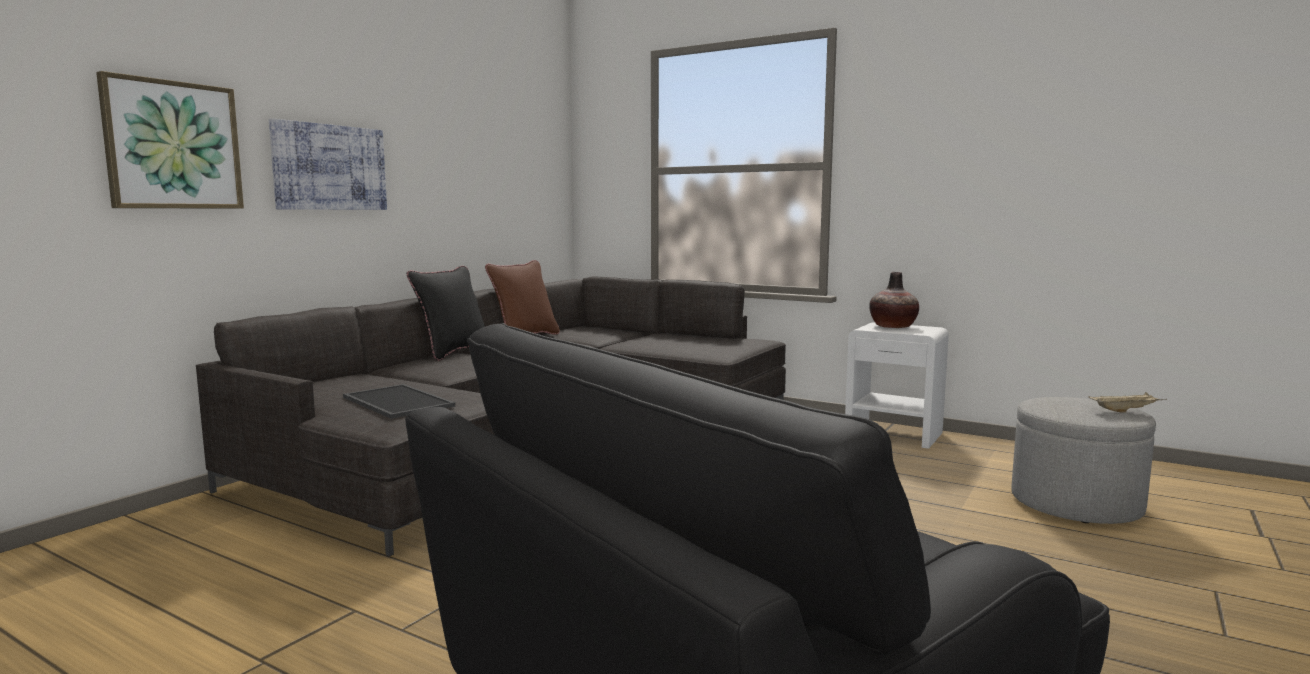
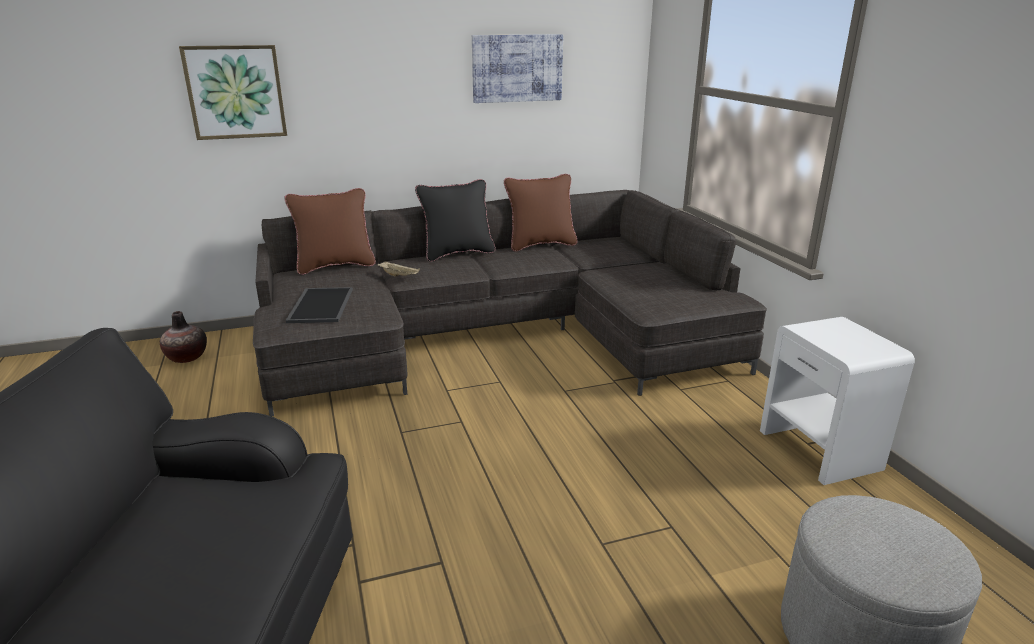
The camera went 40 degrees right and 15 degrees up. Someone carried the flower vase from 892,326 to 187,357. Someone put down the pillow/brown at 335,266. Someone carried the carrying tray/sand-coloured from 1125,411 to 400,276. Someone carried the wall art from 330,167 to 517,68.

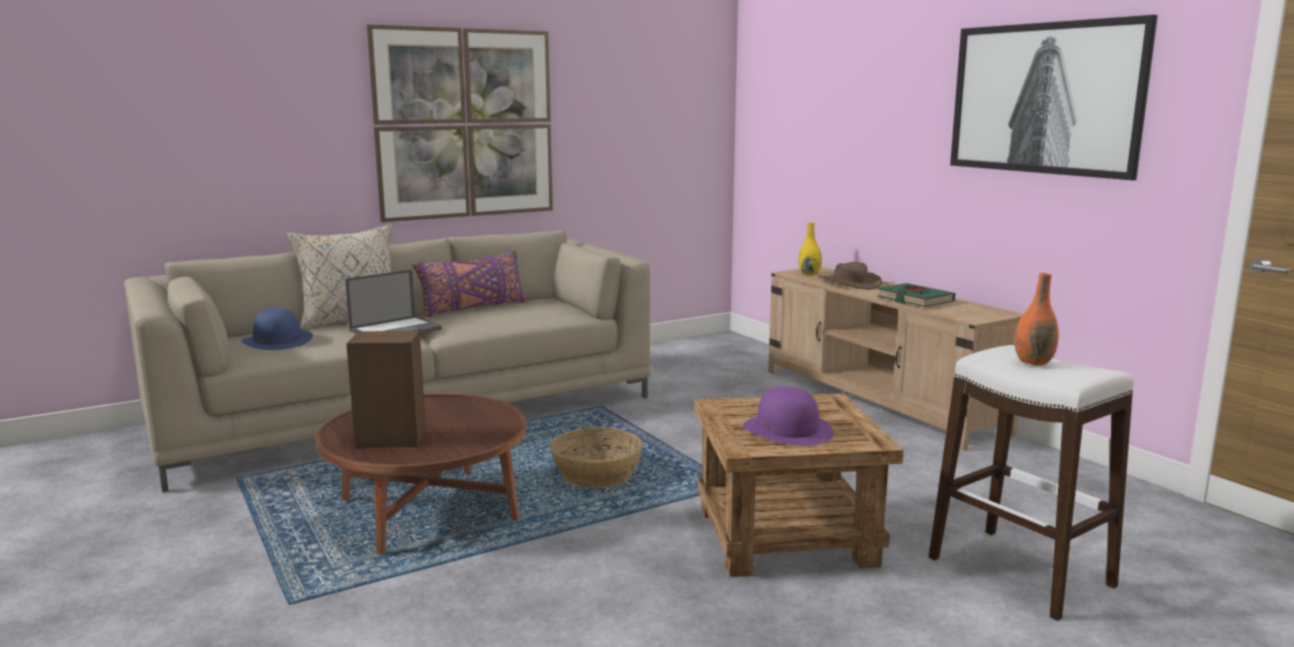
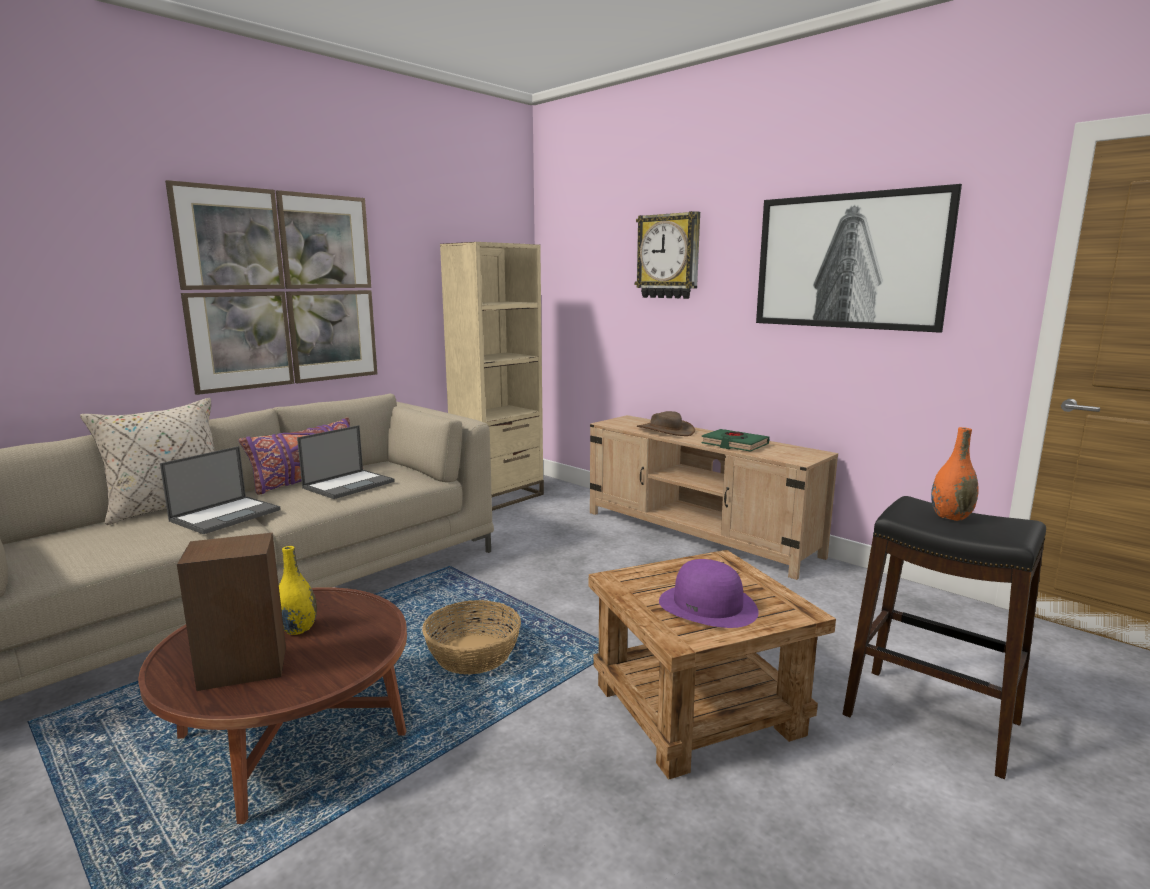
The camera went 15 degrees left and 0 degrees up. Someone carried the flower vase/yellow from 809,274 to 298,629. Someone put down the portable computer at 349,484. Someone put down the bookshelf/sand-coloured at 498,497. Someone put up the hanging clock at 668,256. Someone repainted the stool seat/whitish at 1021,572, which became the stool seat/black at 931,719. Someone took away the clothing hat/blue-coloured at 277,341.

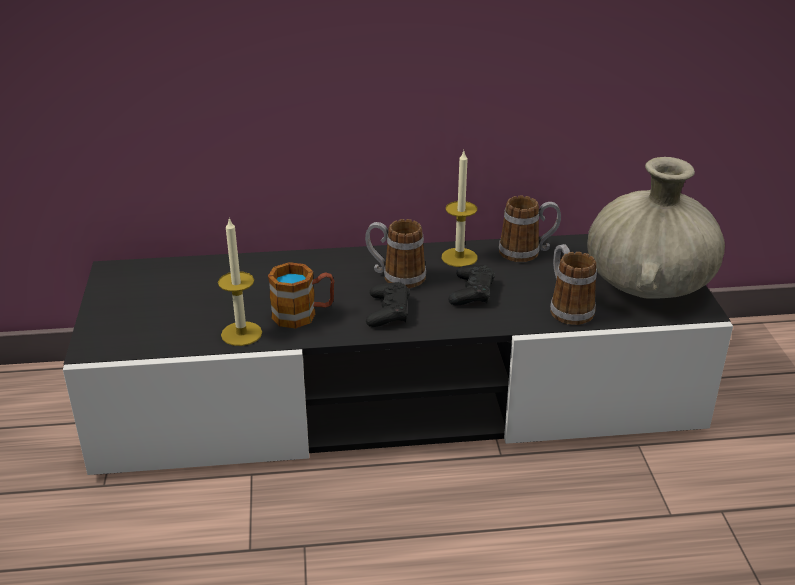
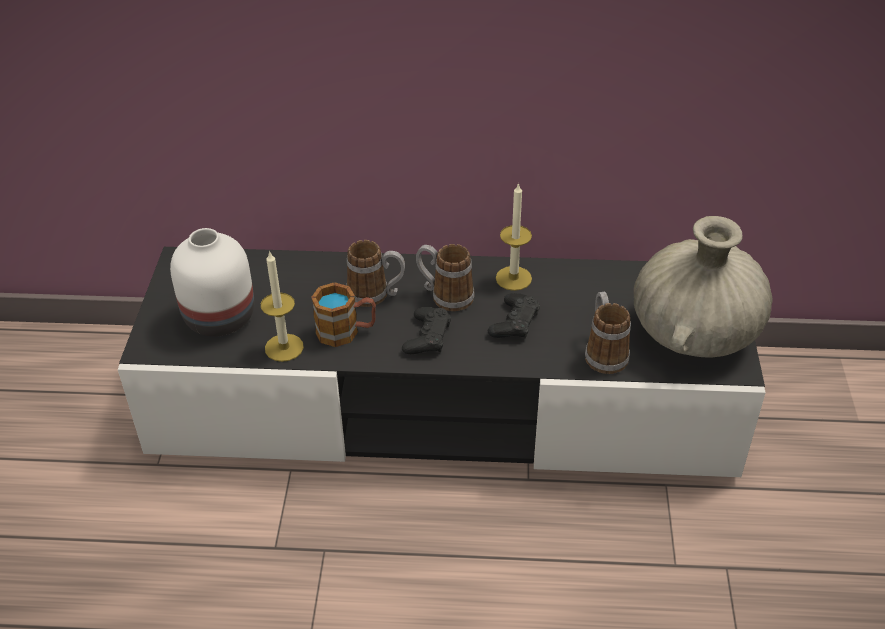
The camera went 10 degrees right and 10 degrees up. Someone put down the flower vase/whitish at 217,318. Someone carried the mug from 527,252 to 376,295.

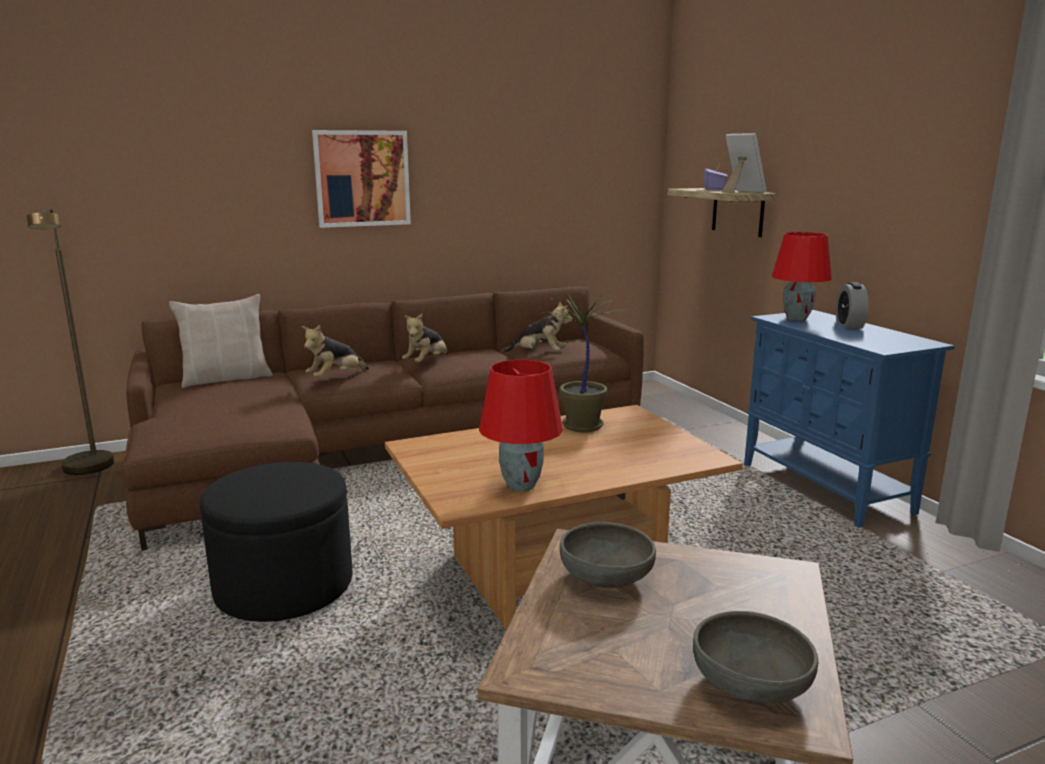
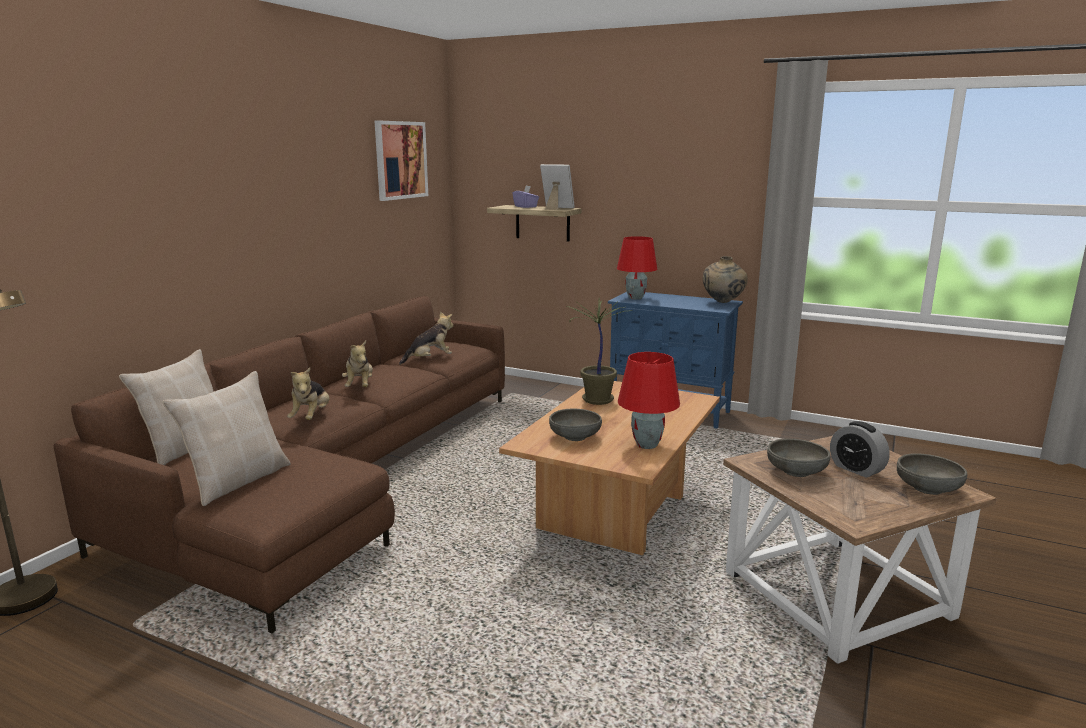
The camera went 40 degrees left and 0 degrees up. Someone put down the pillow/sand-coloured at 237,481. Someone carried the wall art from 362,178 to 400,160. Someone put down the bowl/greyish at 575,437. Someone put down the flower vase/sand-coloured at 723,303. Someone carried the bedside clock from 849,325 to 856,469. Someone took away the footrest/black at 284,586.

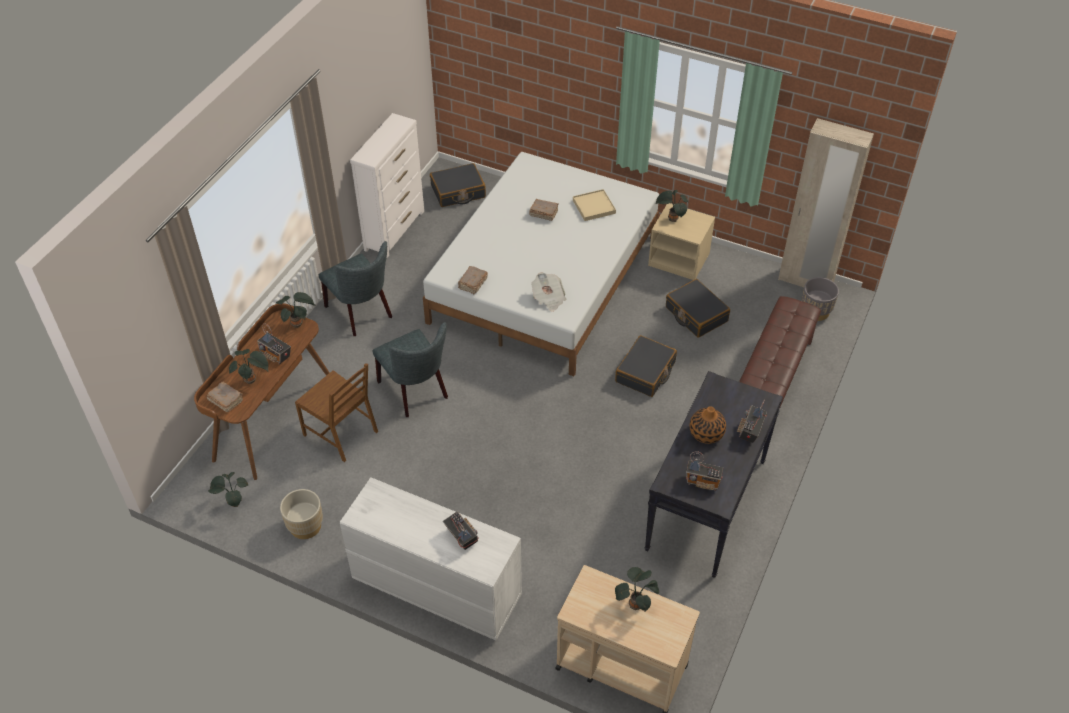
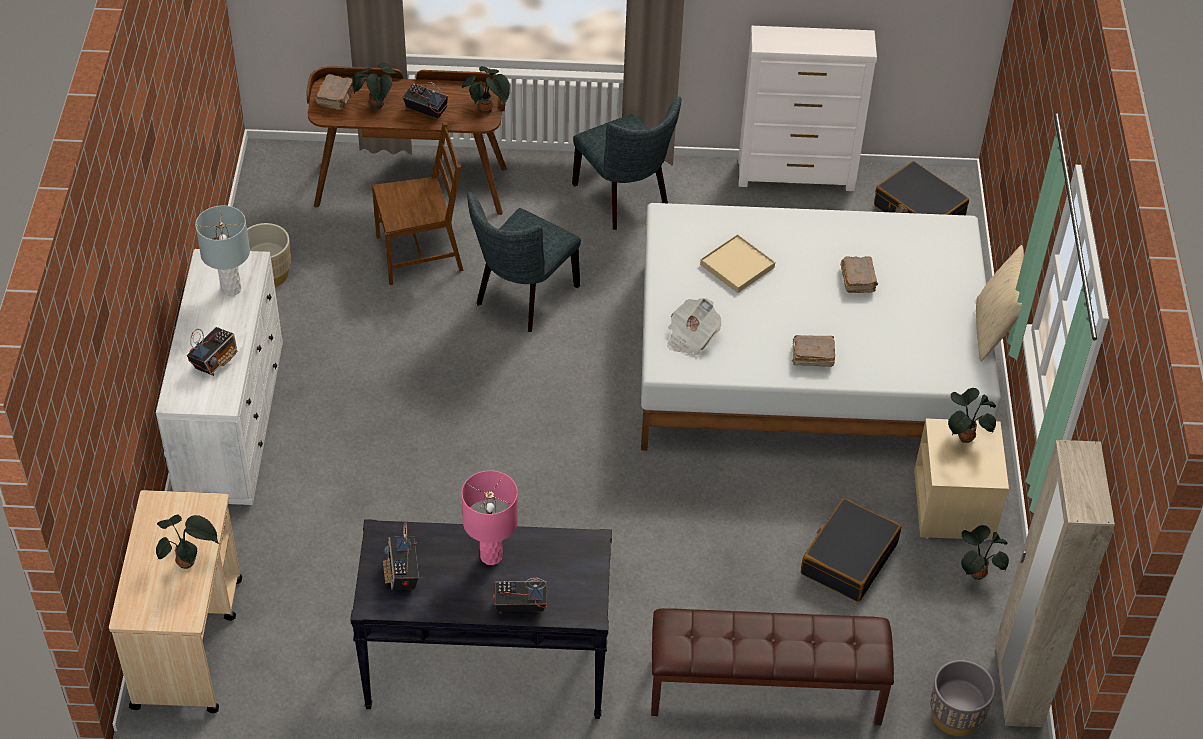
The camera went 65 degrees right and 0 degrees up. Someone put down the table lamp/greyish at 230,289. Someone rotated the plain chair/brown at 342,433 by 120 degrees counterclockwise. Someone rotated the radio set at 276,355 by 105 degrees clockwise. Someone swapped the flower vase at 706,433 for the table lamp/pinkish at 491,556. Someone rotated the plain chair/greyish at 362,313 by 60 degrees counterclockwise. Someone carried the carrying tray/sand-coloured from 594,207 to 737,266. Someone carried the book/brown from 472,284 to 812,356. Someone carried the potted plant from 233,503 to 976,572. Someone put down the pillow/sand-coloured at 993,330. Someone took away the piece of luggage/black at 645,372.

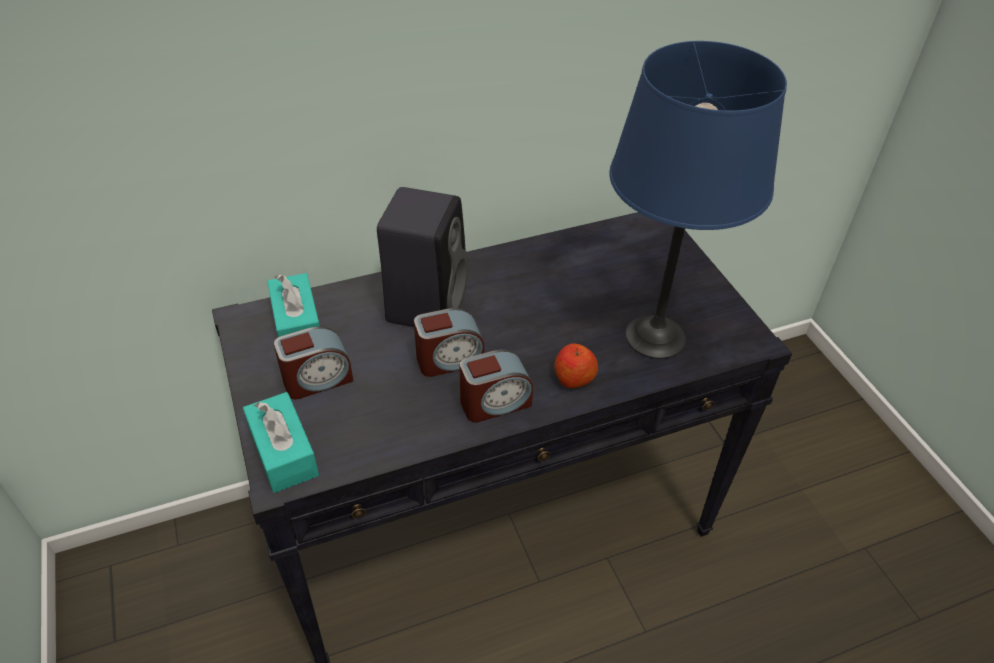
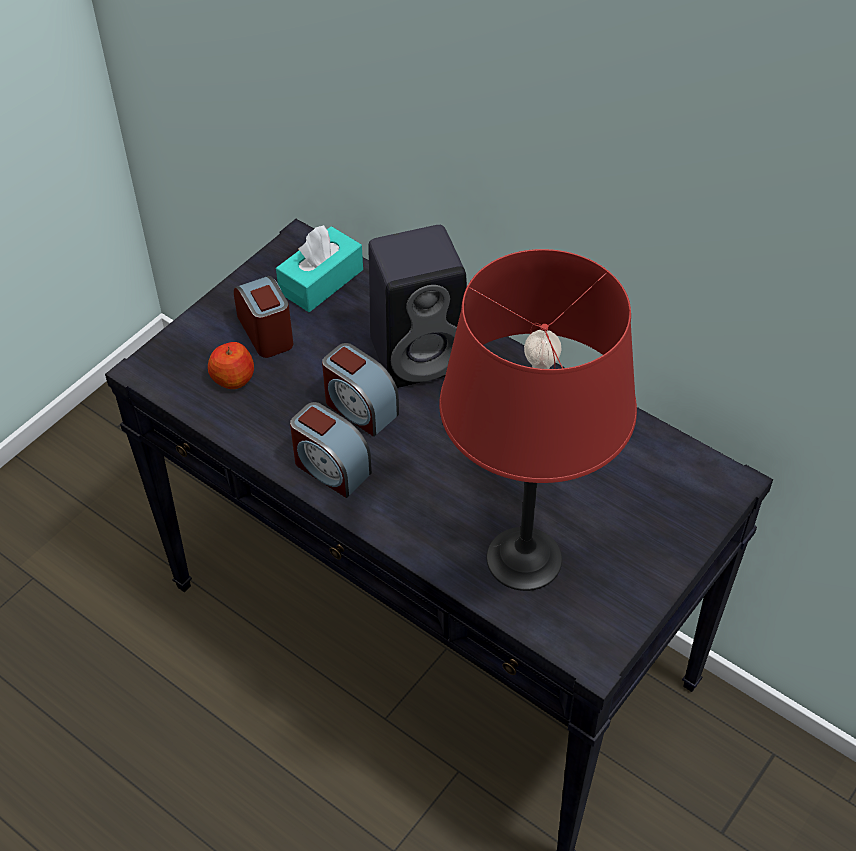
The camera went 60 degrees right and 5 degrees up. Someone carried the apple from 574,377 to 233,378. Someone rotated the bedside clock at 317,379 by 150 degrees counterclockwise. Someone repainted the table lamp/blue-coloured at 654,337, which became the table lamp/red at 524,558. Someone took away the box of tissues/turquoise at 283,452.

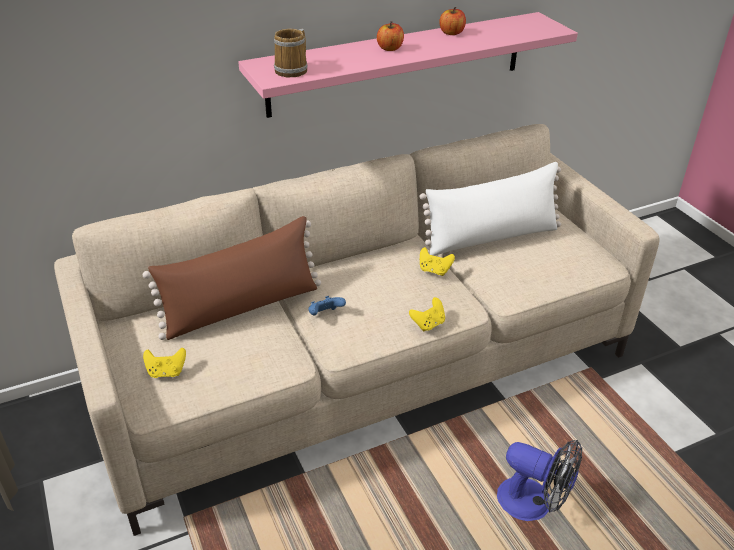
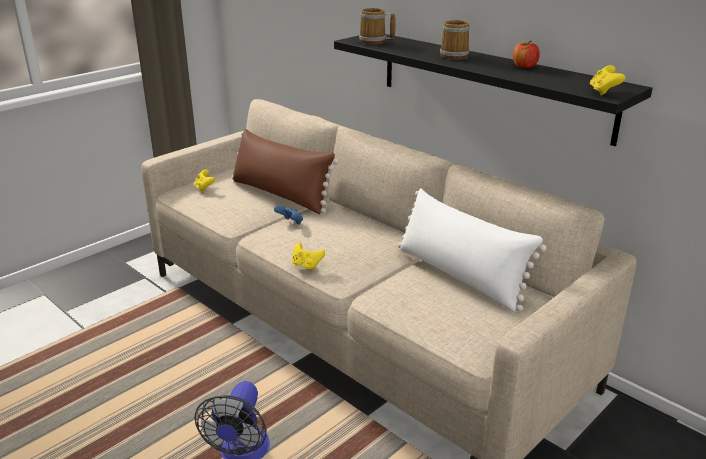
The camera went 70 degrees right and 10 degrees down. Someone repainted the shelf/pinkish at 398,63, which became the shelf/black at 490,84. Someone swapped the apple at 390,48 for the mug at 454,55. Someone carried the game controller/yellow from 434,270 to 603,92.

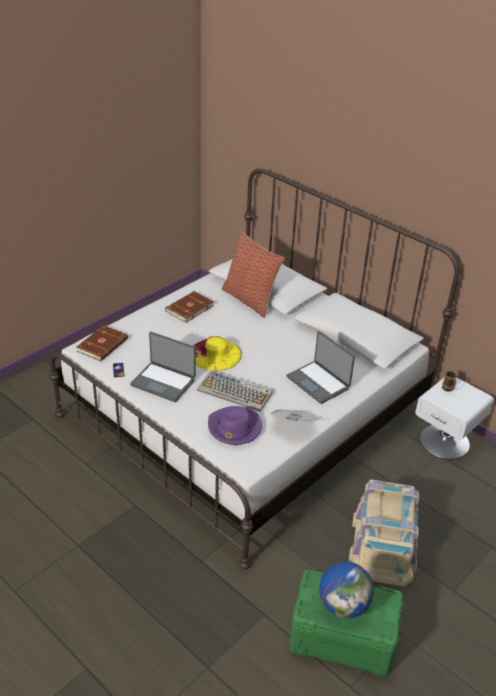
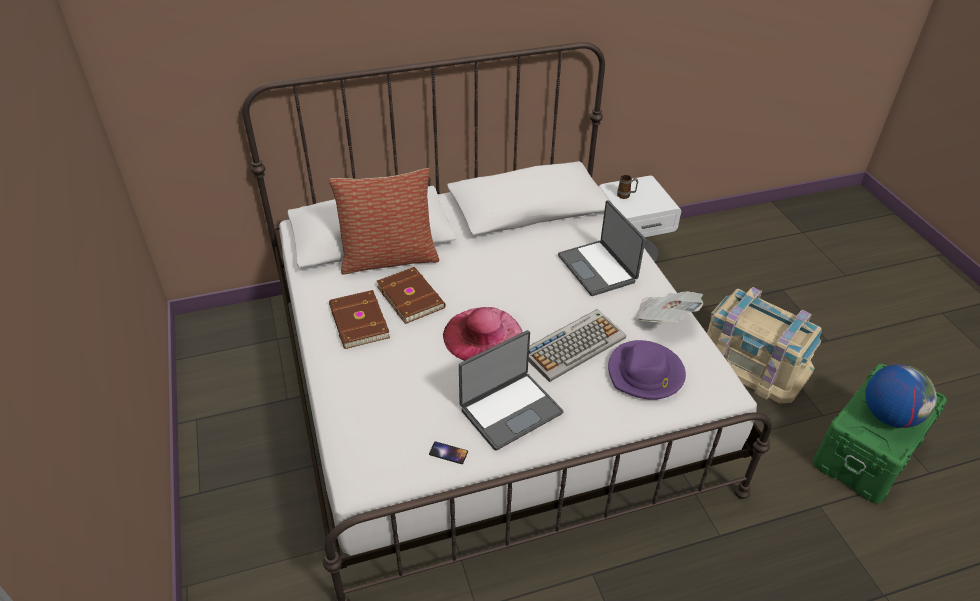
The camera went 60 degrees left and 5 degrees up. Someone carried the book/brown from 103,345 to 411,296. Someone repainted the clothing hat/yellow at 215,354, which became the clothing hat/pinkish at 483,335. Someone rotated the portable computer at 319,382 by 75 degrees clockwise.

